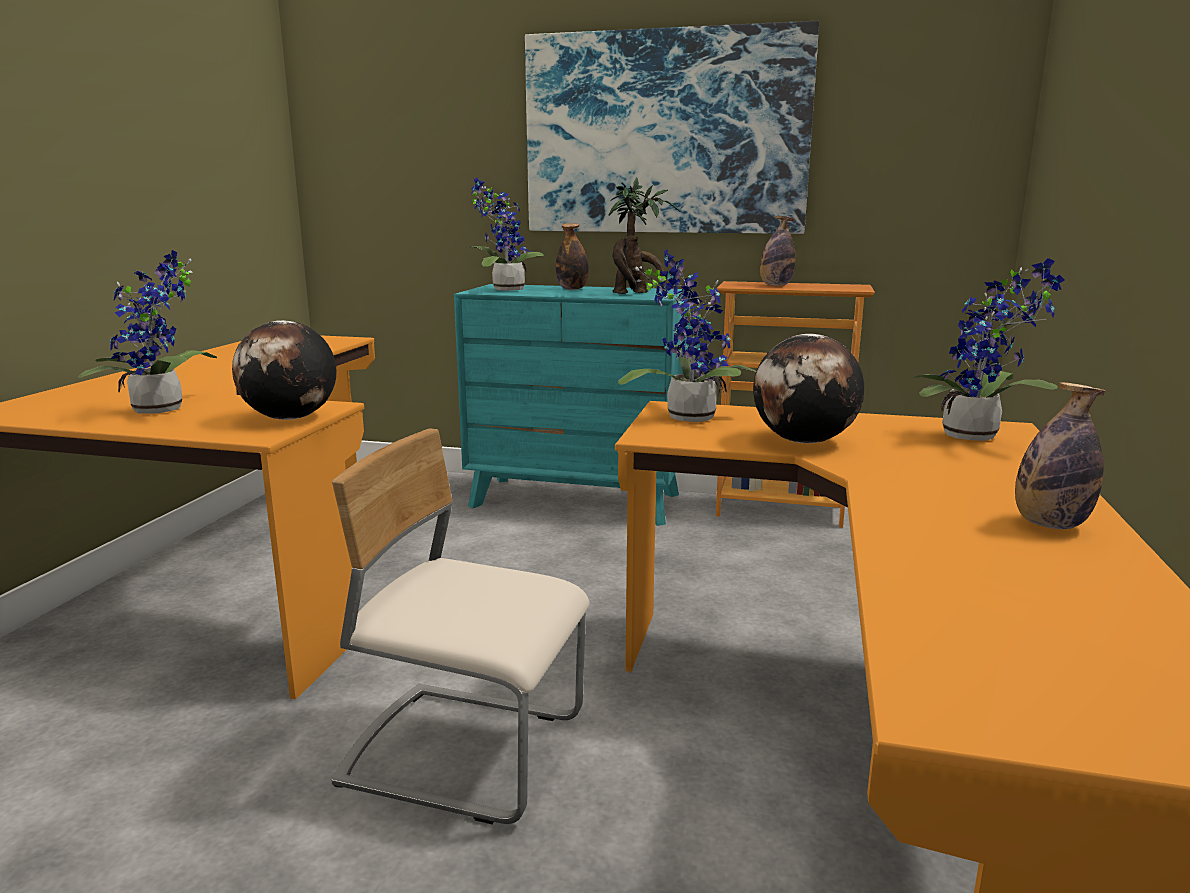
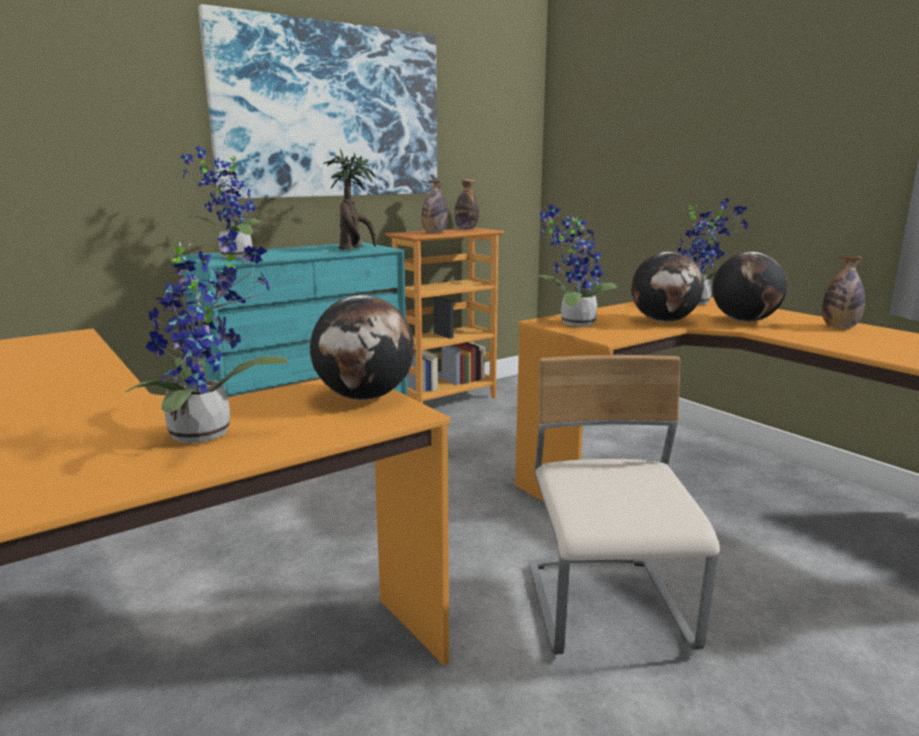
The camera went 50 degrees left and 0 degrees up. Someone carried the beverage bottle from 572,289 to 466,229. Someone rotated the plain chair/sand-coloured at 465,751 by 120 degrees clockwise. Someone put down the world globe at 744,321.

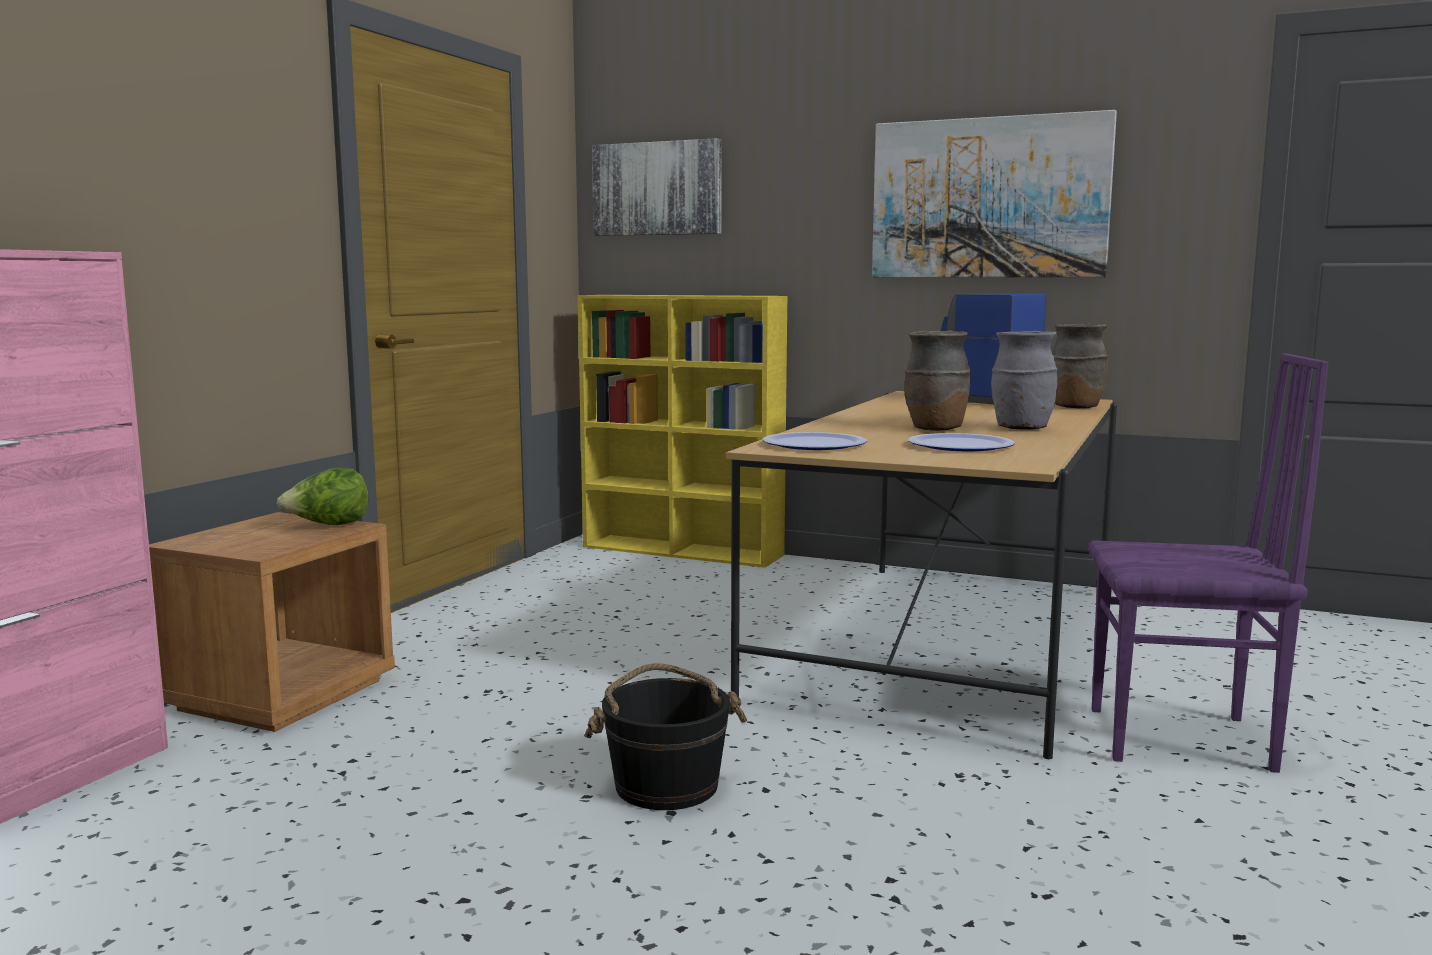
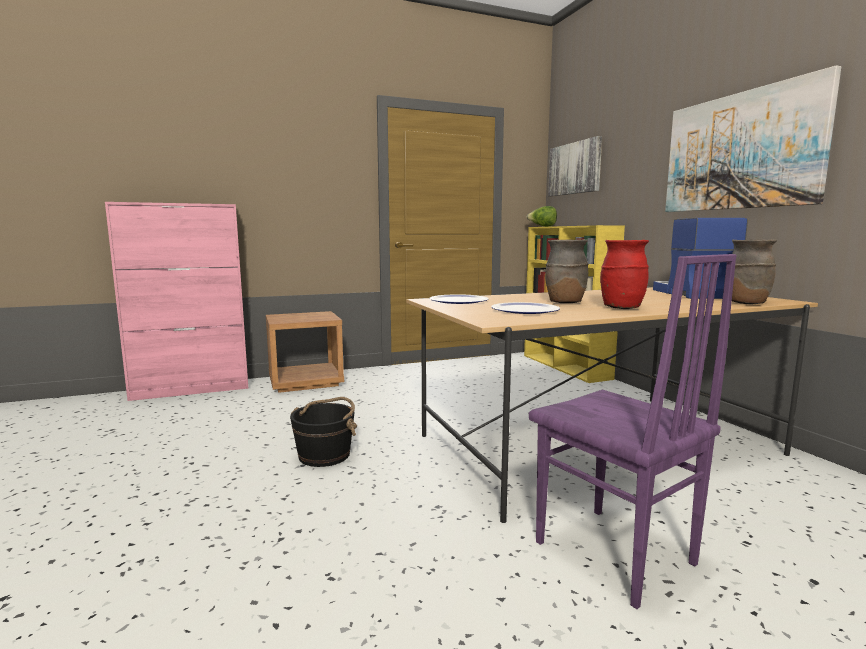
The camera went 45 degrees right and 0 degrees up. Someone carried the lettuce head from 328,526 to 542,226. Someone repainted the flower vase/greyish at 1020,428, which became the flower vase/red at 621,308.

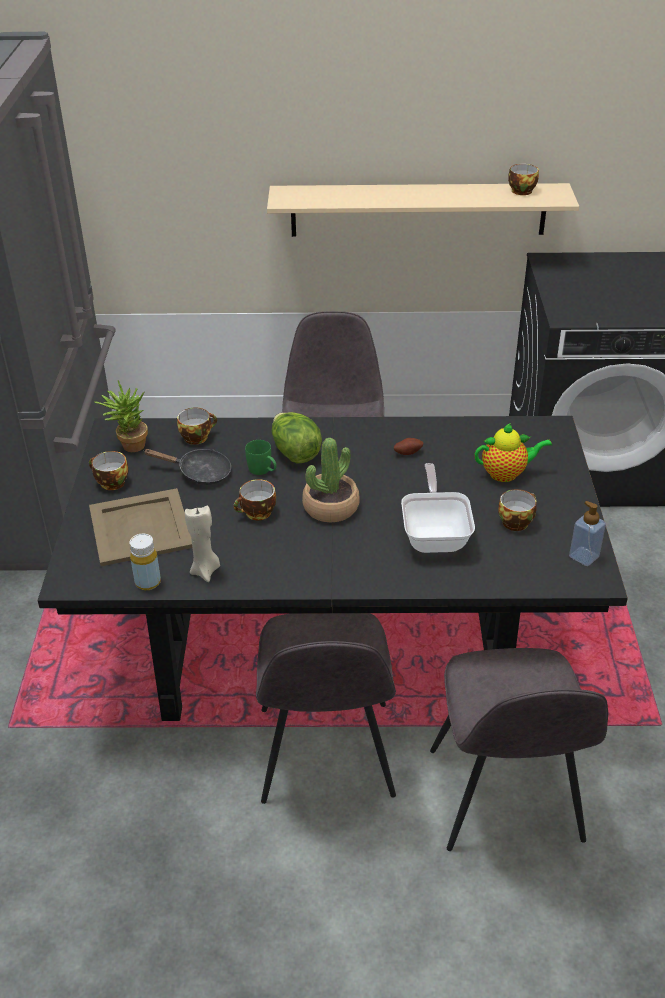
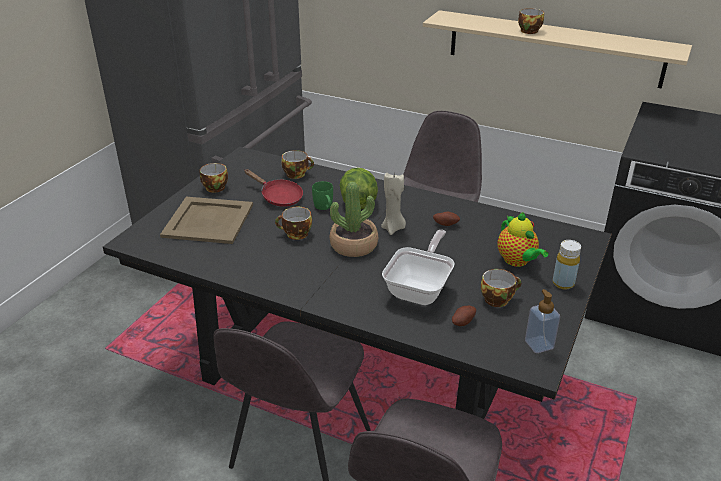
The camera went 25 degrees right and 5 degrees down. Someone repainted the skillet/black at 199,473, which became the skillet/red at 278,197. Someone carried the wax candle/sand-coloured from 205,571 to 393,228. Someone put down the potato at 462,322. Someone rotated the teapot at 506,474 by 45 degrees clockwise. Someone carried the small cup from 520,190 to 528,30. Someone carried the beverage bottle/yellow from 148,582 to 563,283. Someone took away the potted plant at 129,446.

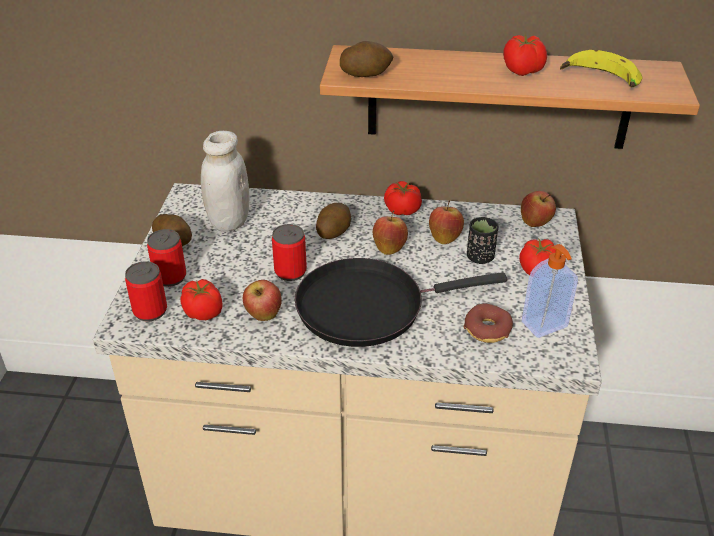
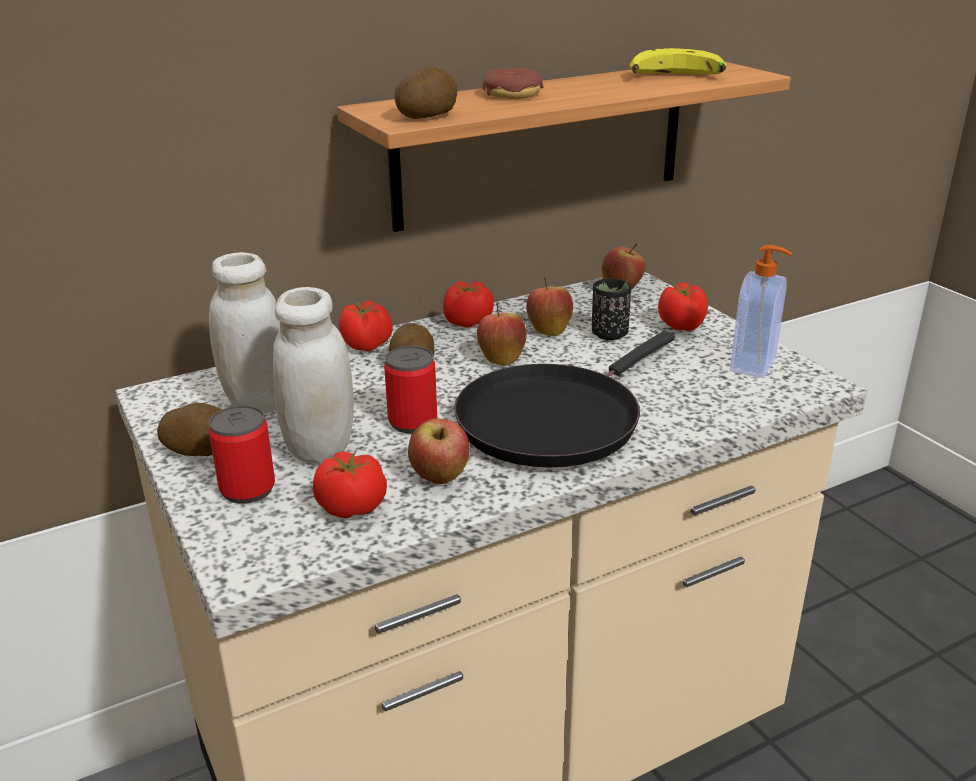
The camera went 35 degrees left and 10 degrees down. Someone put down the jar/whitish at 320,448. Someone carried the fresh tomato from 523,71 to 367,345. Someone carried the doughnut from 487,329 to 512,94. Someone took away the can at 150,311.

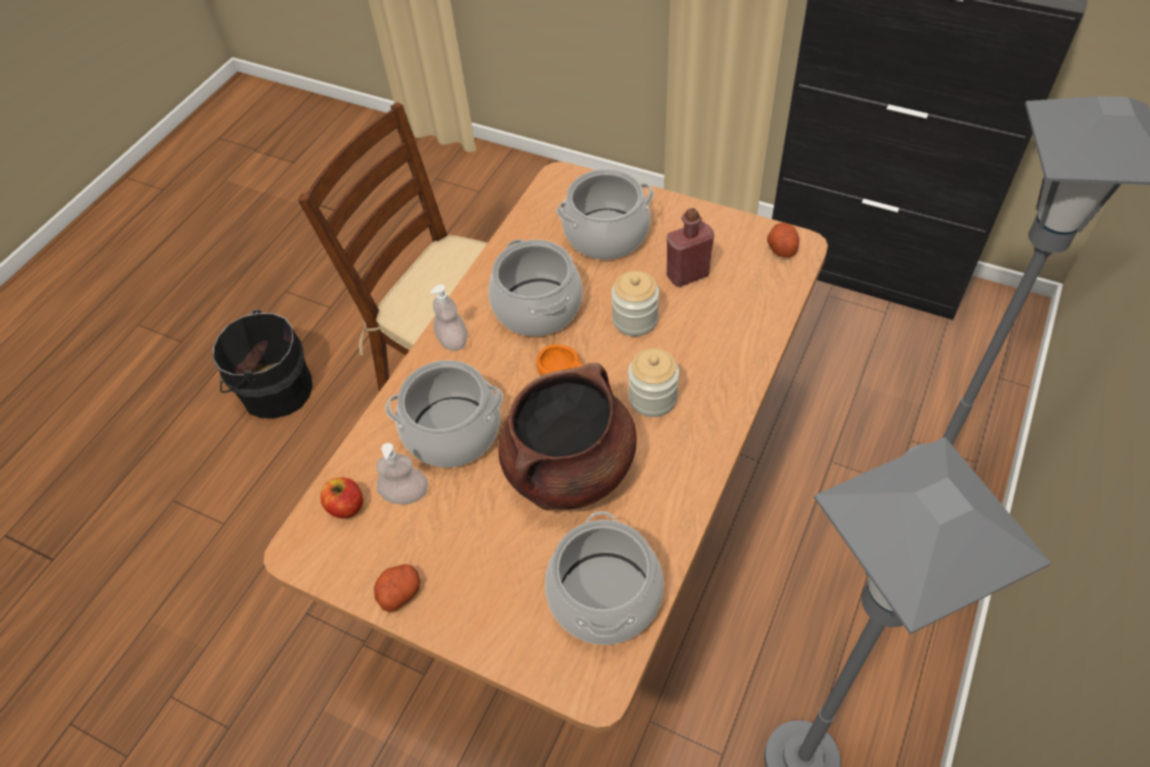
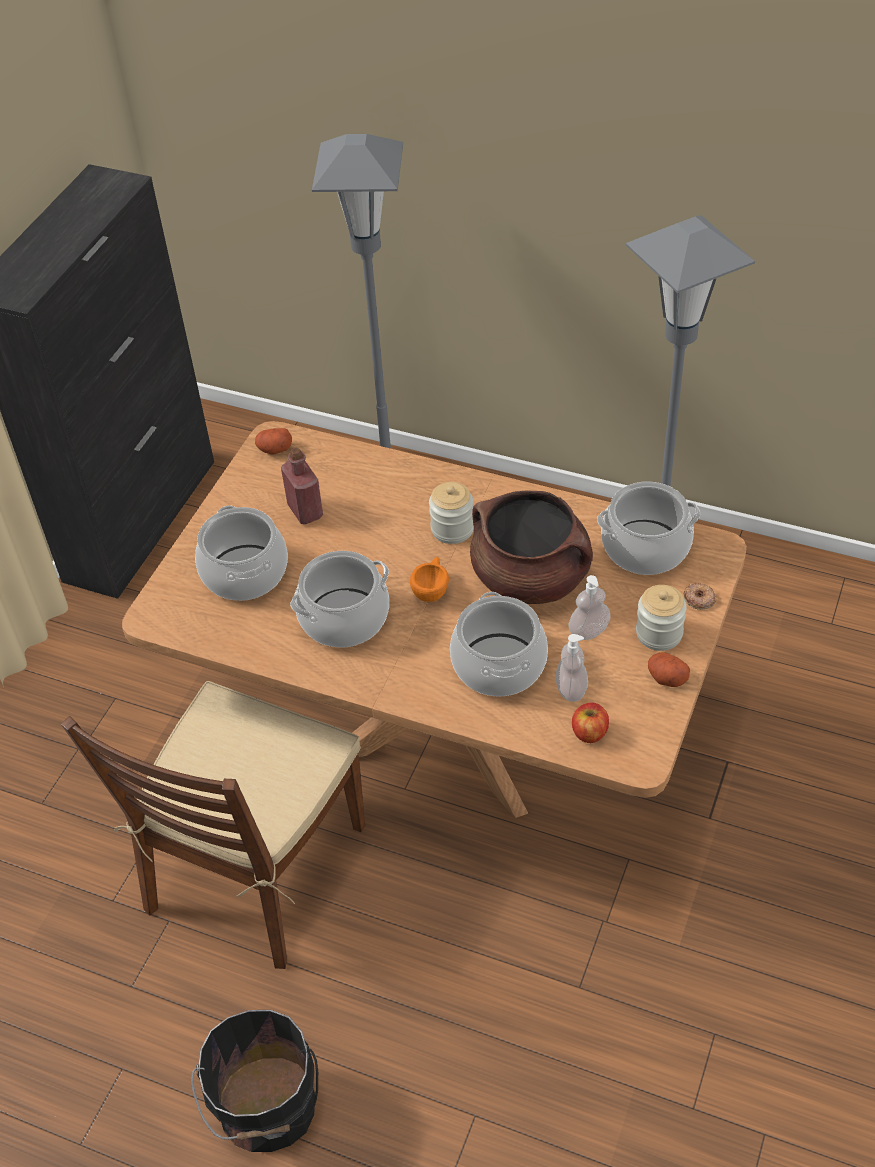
The camera went 95 degrees left and 5 degrees down. Someone carried the liquid soap bottle from 453,340 to 589,631. Someone carried the jar from 635,319 to 659,633. Someone put down the doughnut at 699,599.

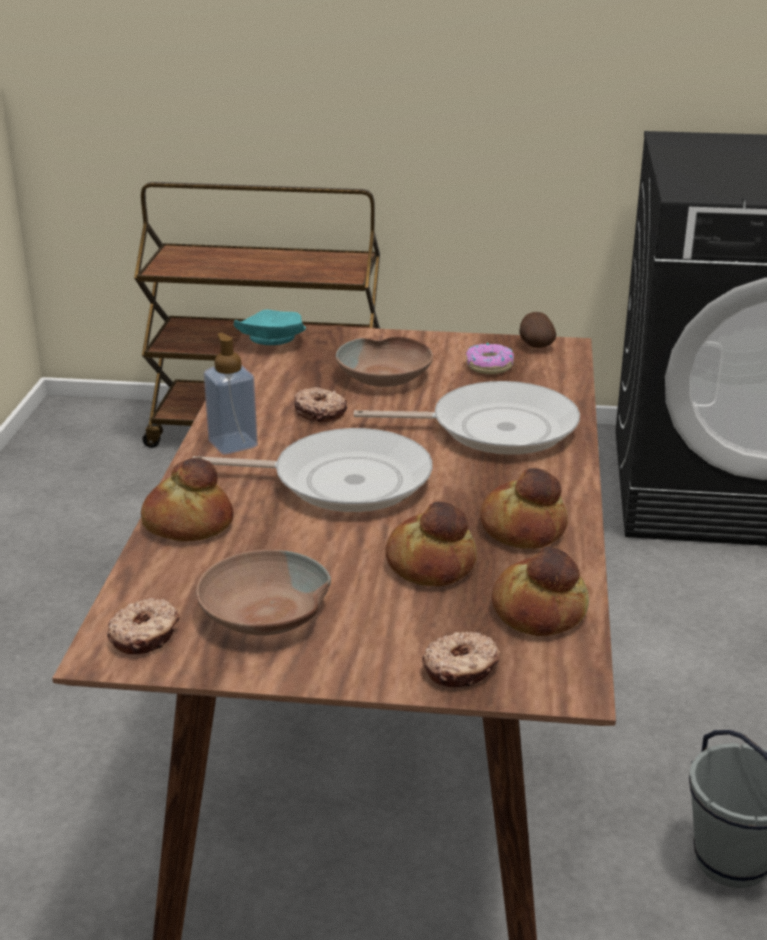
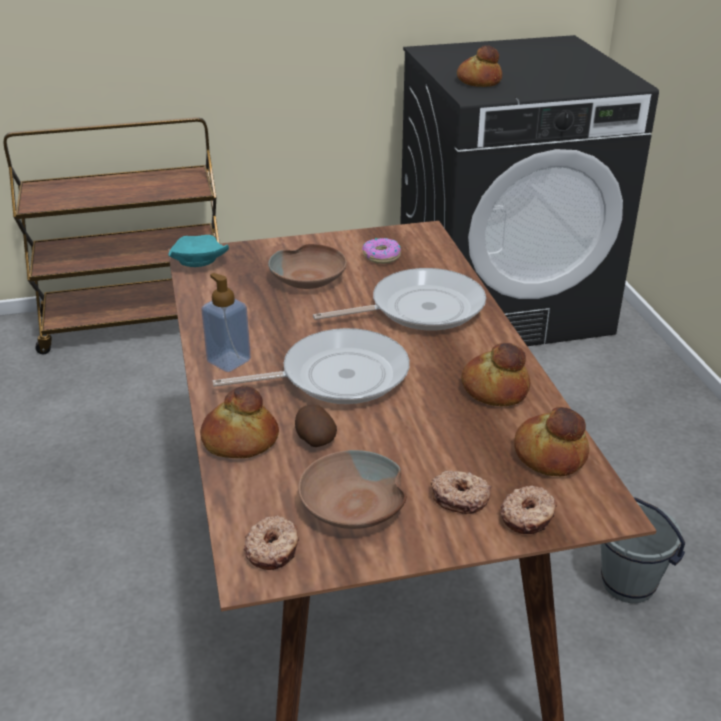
The camera went 20 degrees left and 5 degrees up. Someone carried the potato from 535,345 to 314,439. Someone carried the doughnut from 320,412 to 460,498. Someone carried the bread from 429,564 to 478,81.

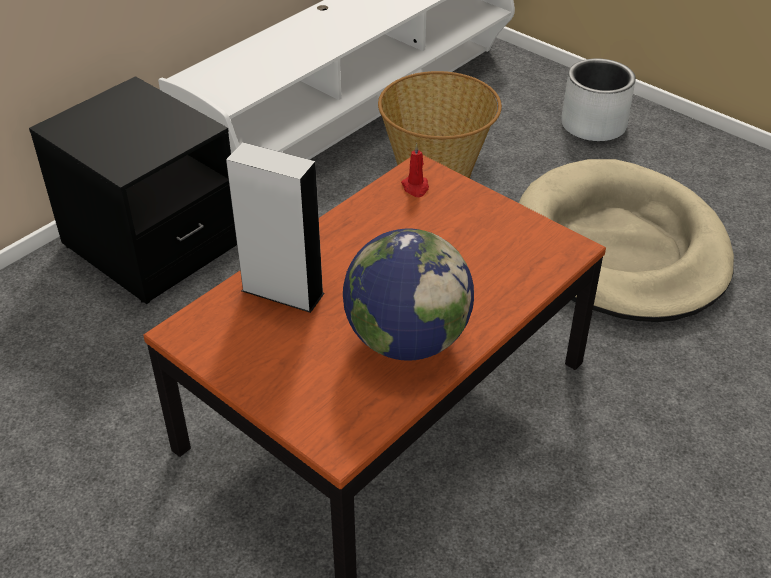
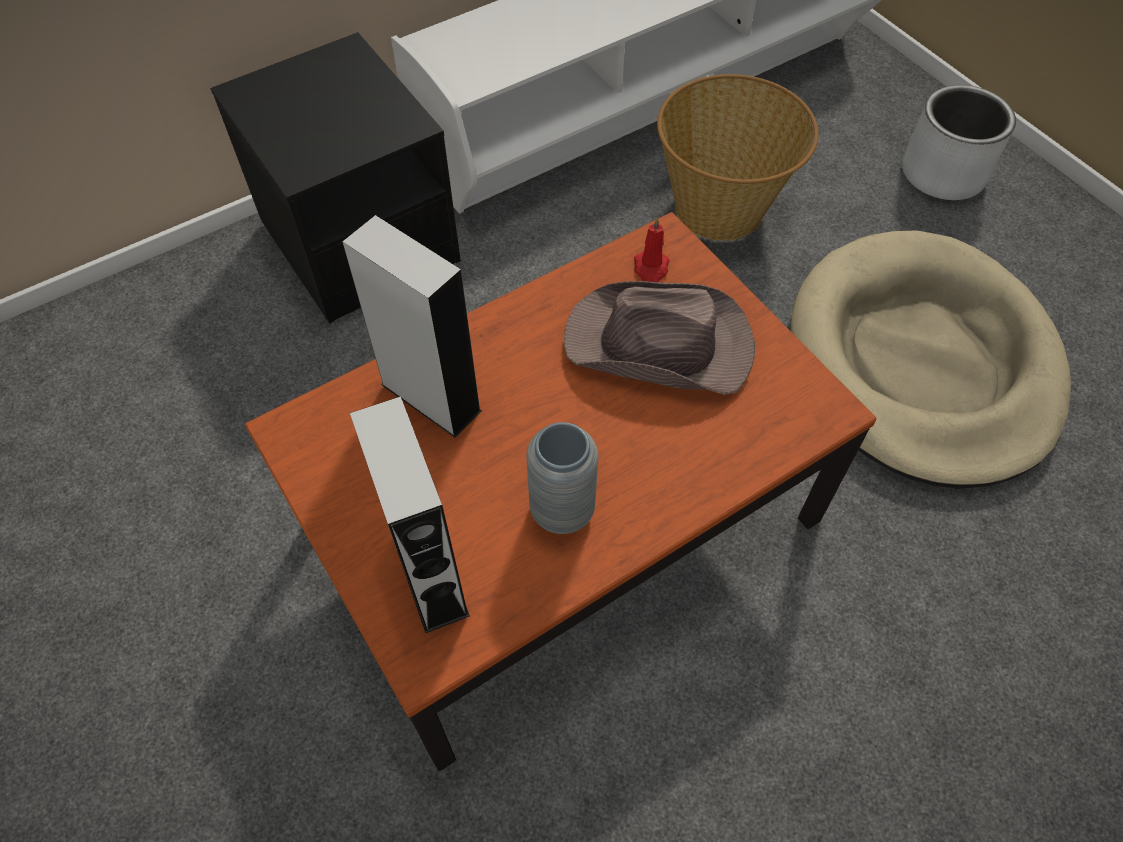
The camera went 15 degrees right and 15 degrees up. Someone put down the audio speaker/greyish at 429,574. Someone swapped the world globe at 407,340 for the flower vase/greyish at 562,510. Someone put down the clothing hat/brown at 660,346.

